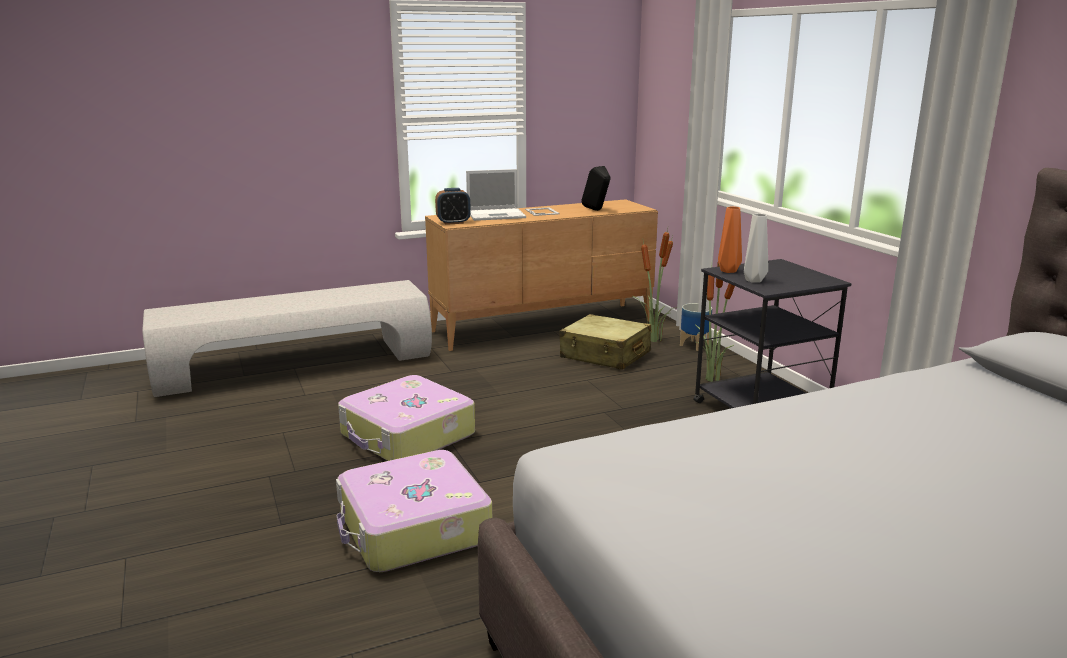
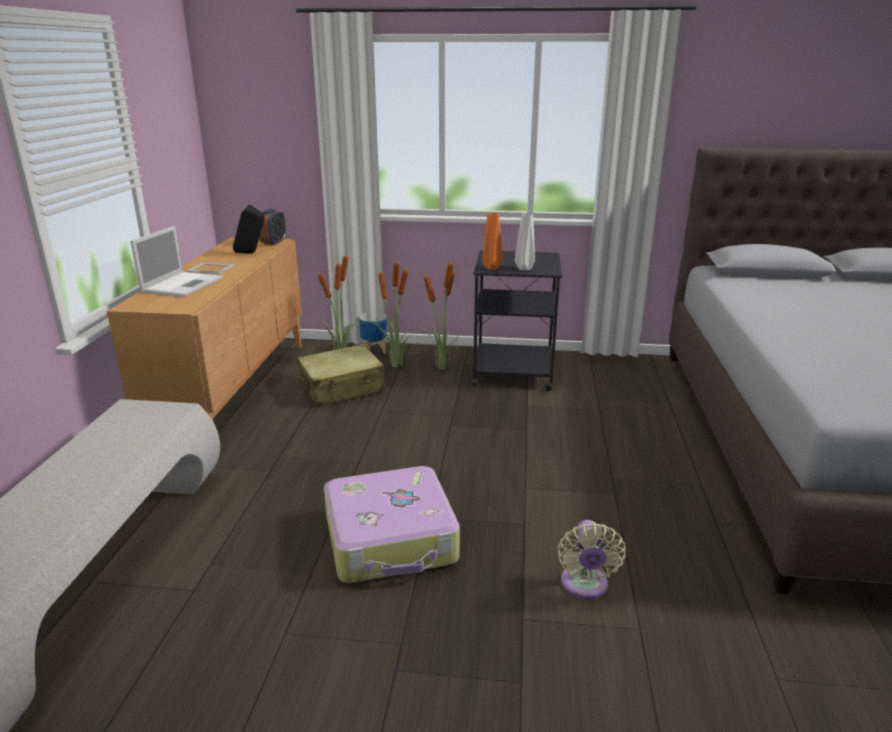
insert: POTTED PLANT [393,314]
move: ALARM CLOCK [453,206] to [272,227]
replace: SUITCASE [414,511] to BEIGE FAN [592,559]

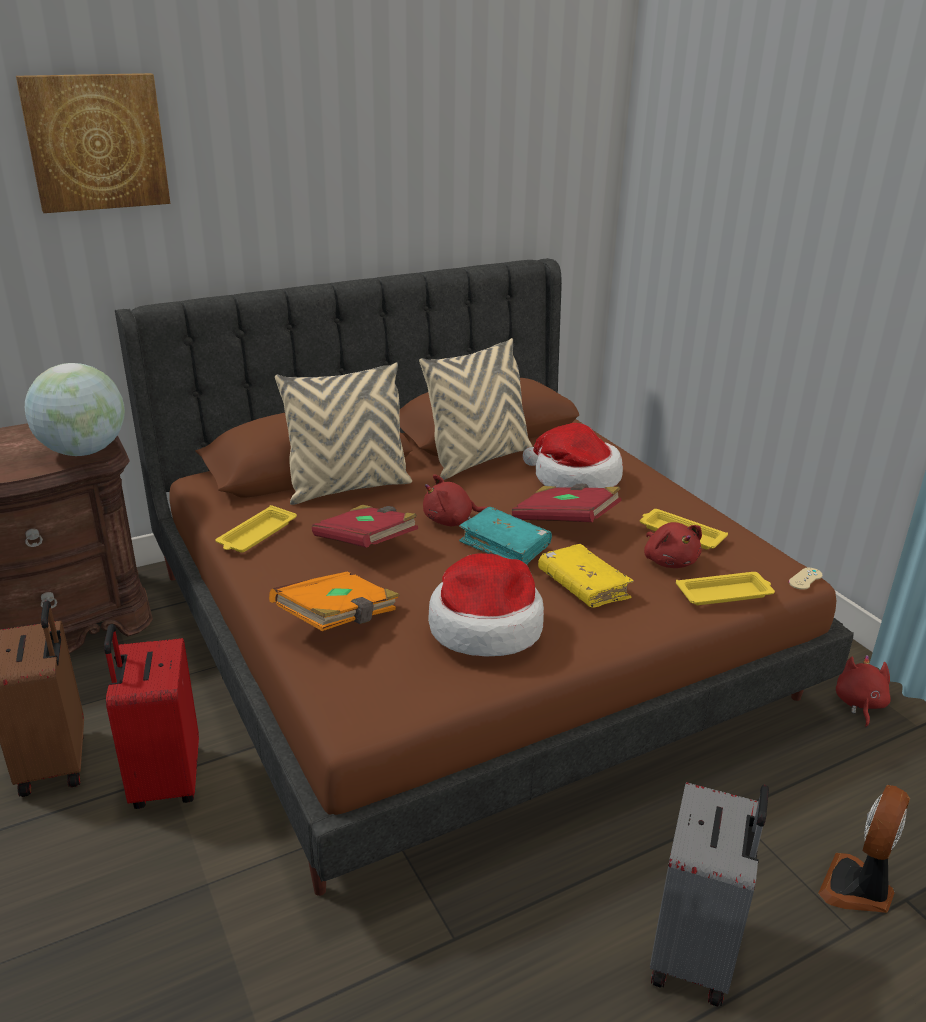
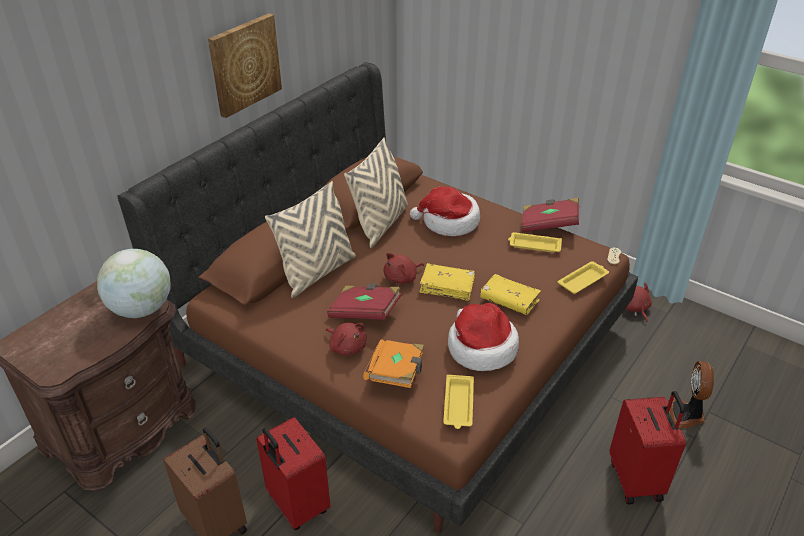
move: PICTURE [93,143] to [245,65]; RED BOOK [567,503] to [550,215]; YELLOW TRAY [256,529] to [458,402]; RED PLUSH TOY [673,545] to [346,339]
recolor: TURQUOISE BOOK [505,536] to YELLOW BOOK [447,282]; GREY SUITCASE [709,894] to RED SUITCASE [648,447]

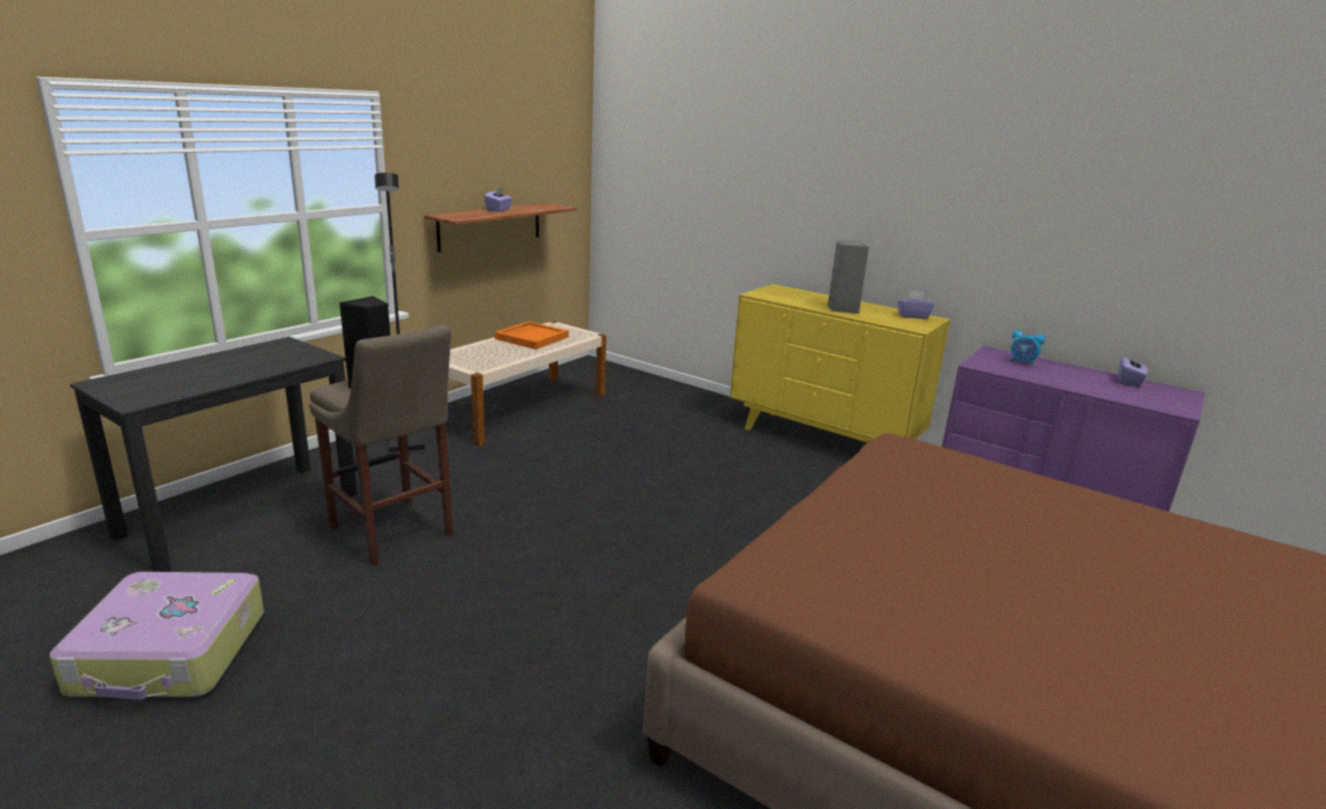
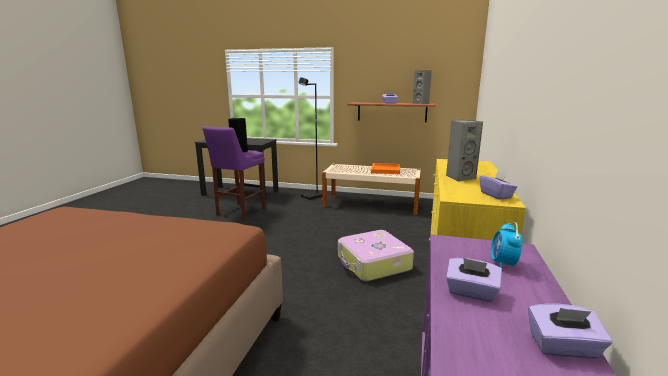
insert: GREY SPEAKER [422,87]; PURPLE TISSUE BOX [474,280]
move: SUITCASE [157,636] to [376,255]
recolor: BEIGE STOOL [381,445] to PURPLE STOOL [234,173]

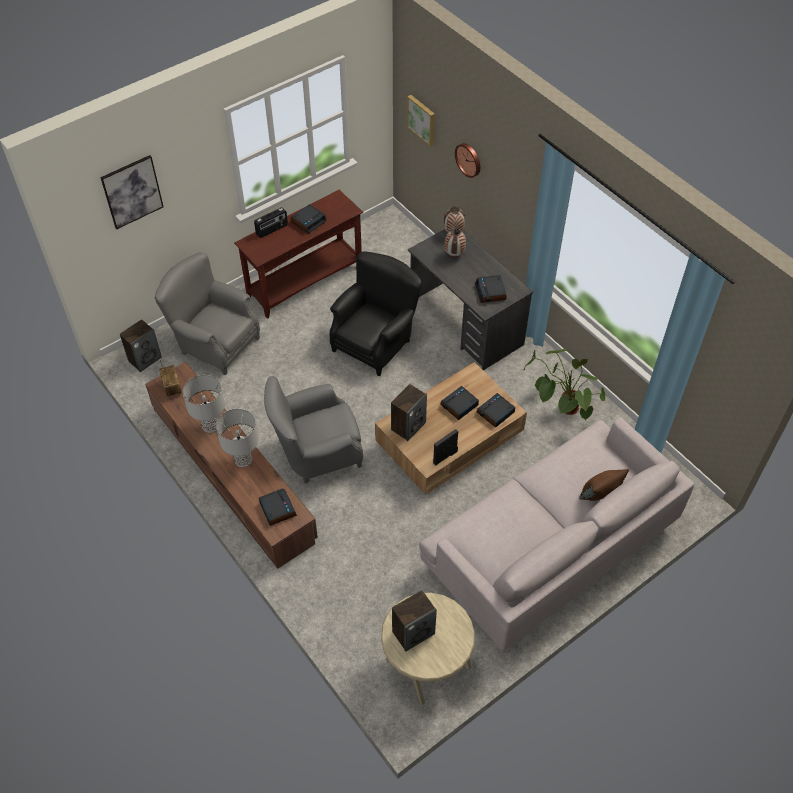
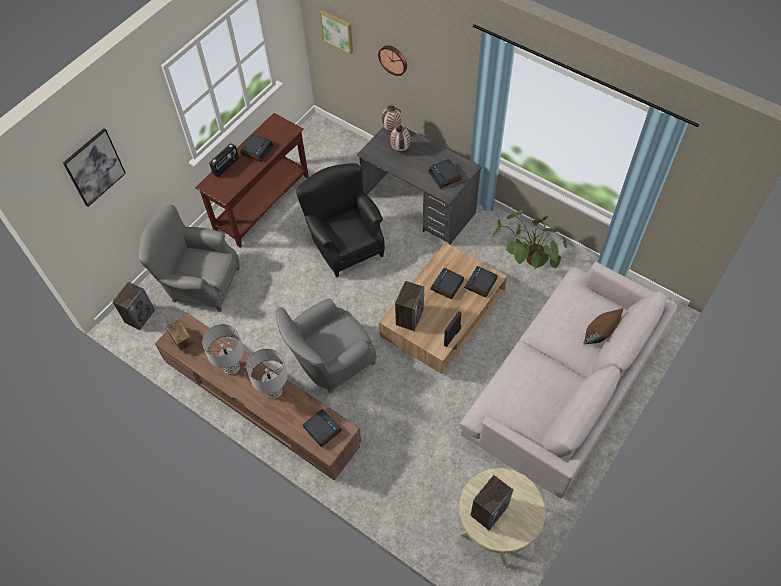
rotate: BLACK ARMCHAIR [376,313] = [340,220] 45 degrees counterclockwise

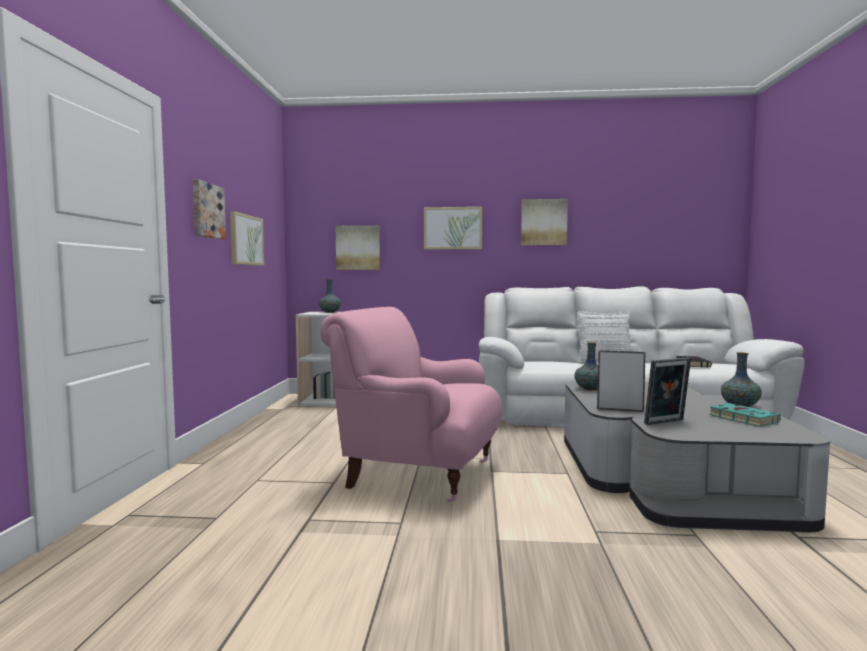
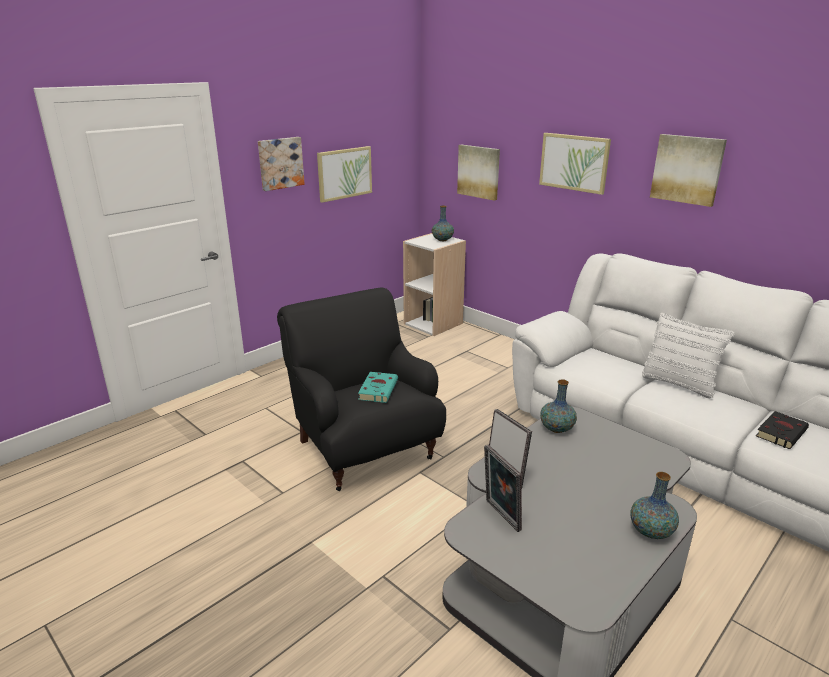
move: TURQUOISE BOOK [745,415] to [378,387]
recolor: PINK ARMCHAIR [411,405] to BLACK ARMCHAIR [361,389]
rotate: PICTURE FRAME [667,391] = [503,488] 45 degrees clockwise

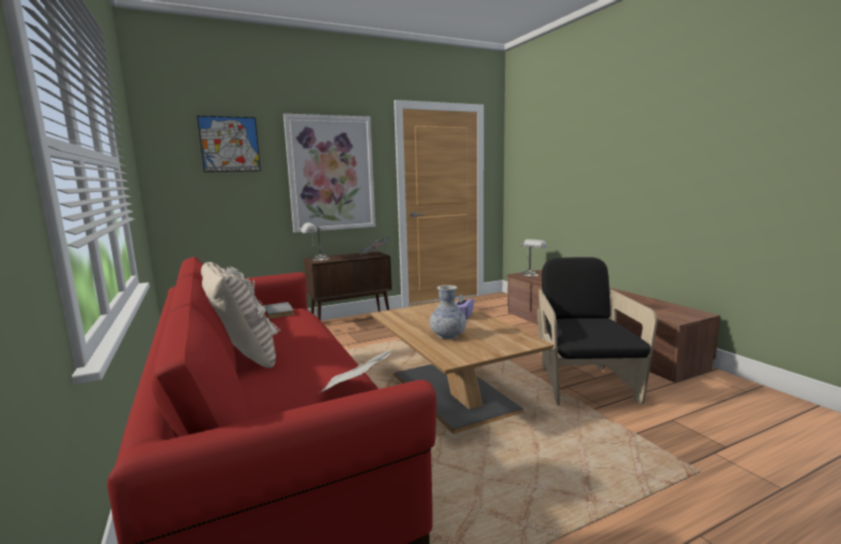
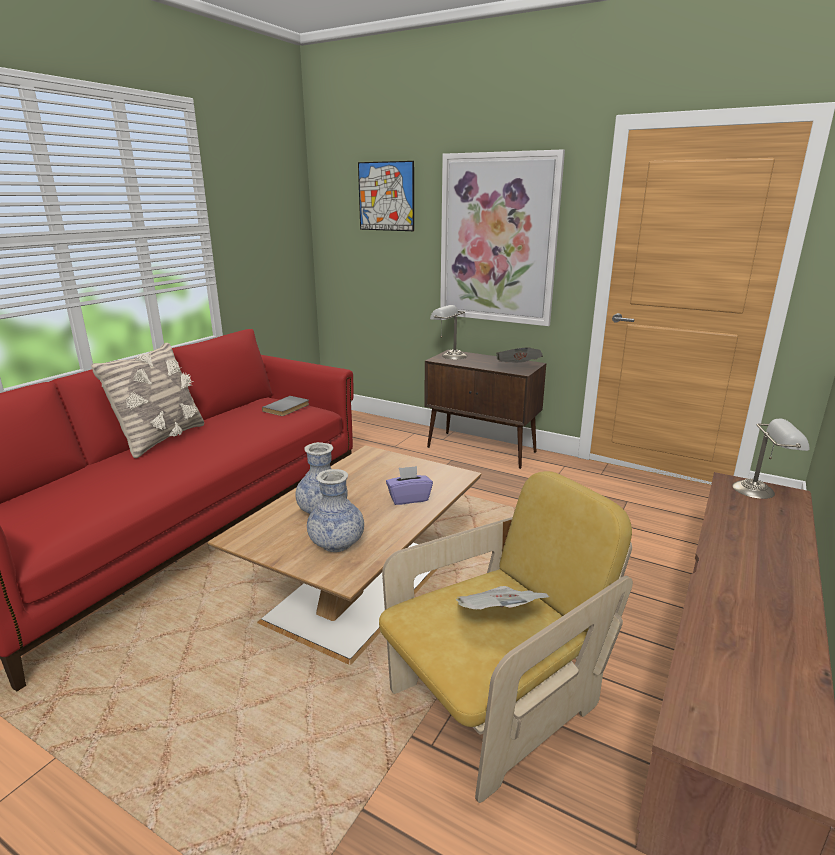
insert: VASE [335,510]
move: NEWSPAPER [354,372] to [502,597]
recolor: BLACK ARMCHAIR [597,331] to YELLOW ARMCHAIR [506,637]

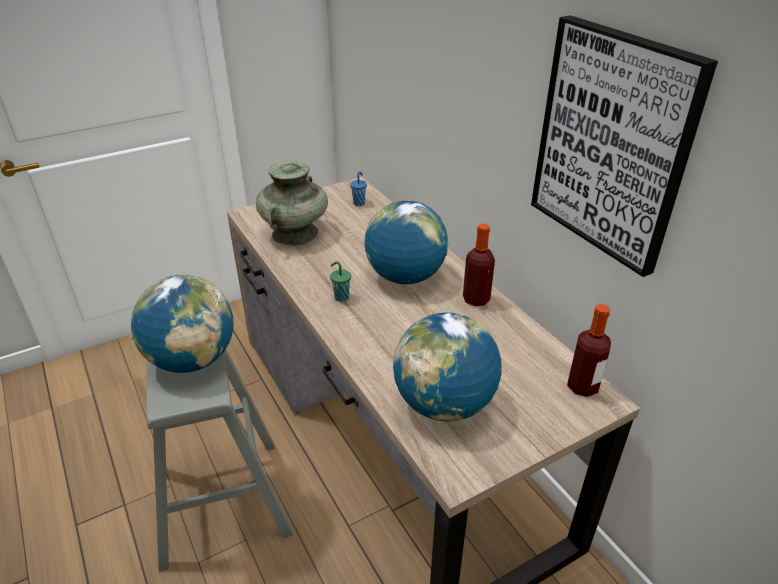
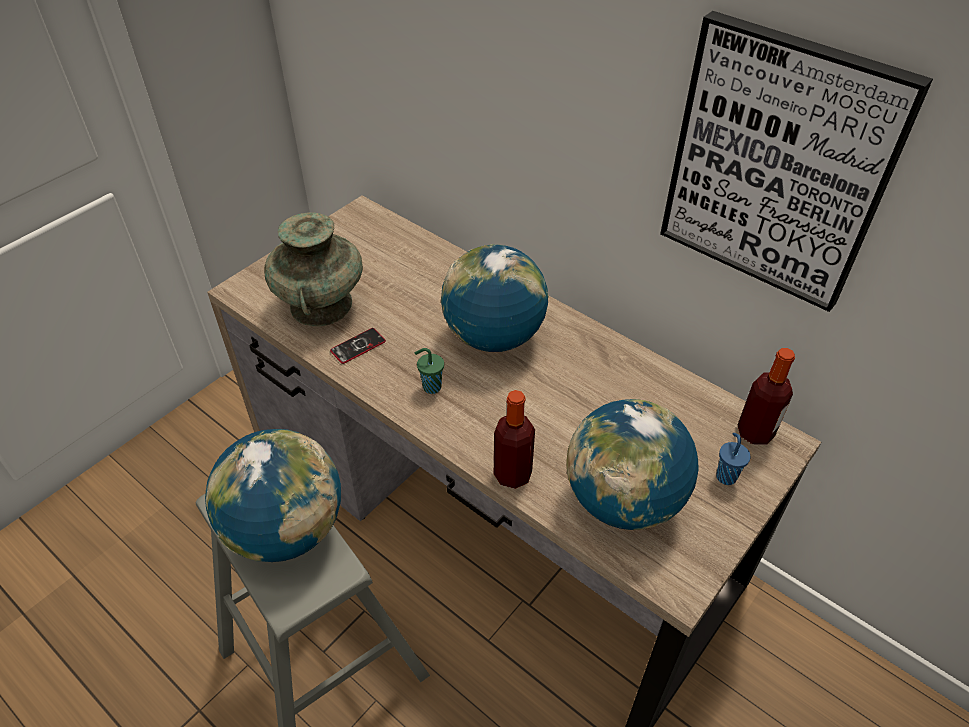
insert: PHONE [358,346]
move: BLUE CUP [358,188] to [733,459]; BOTTLE [479,265] to [514,439]

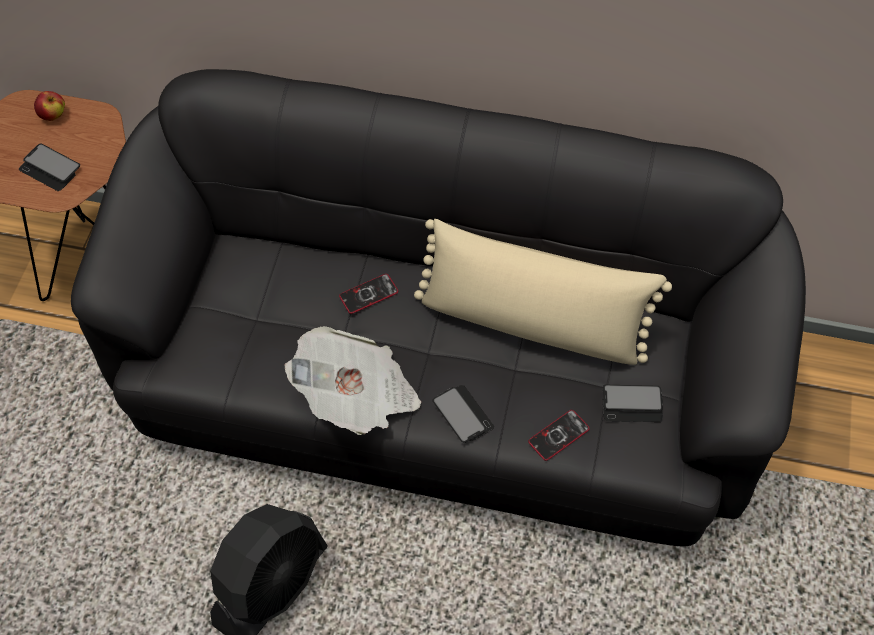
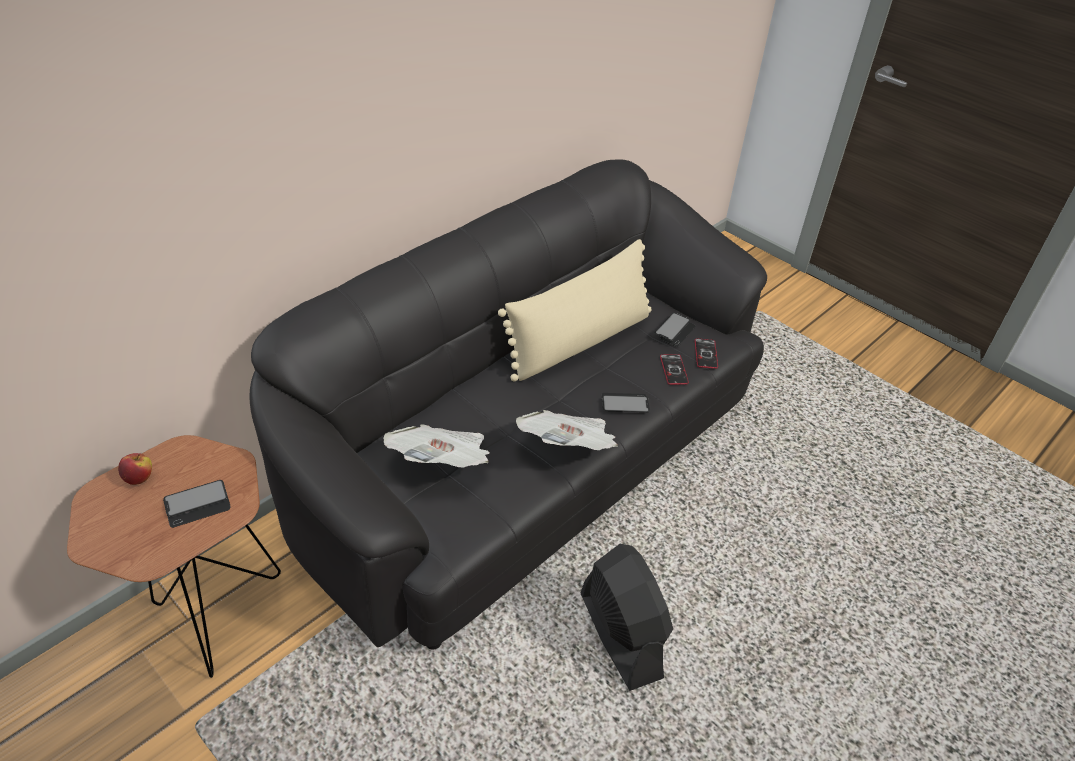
insert: NEWSPAPER [436,446]
move: PHONE [368,294] to [706,353]

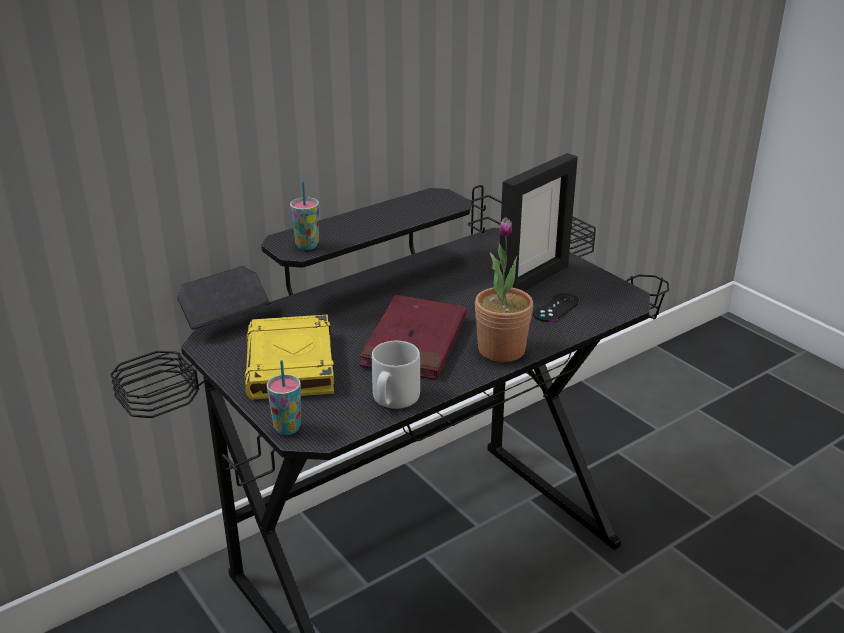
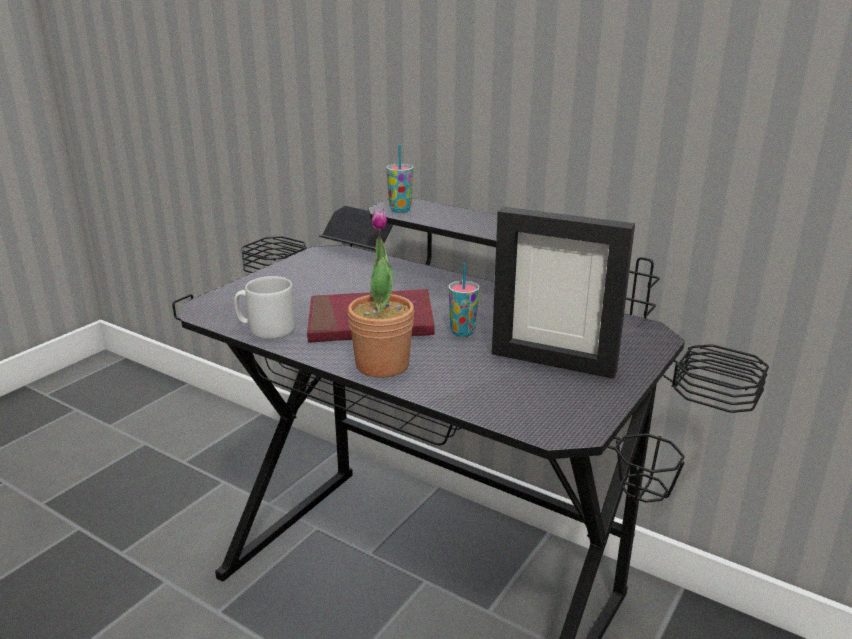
delete: BLACK GAME CONTROLLER [556,307]; YELLOW BOOK [289,357]
move: CUP [284,397] to [464,300]

